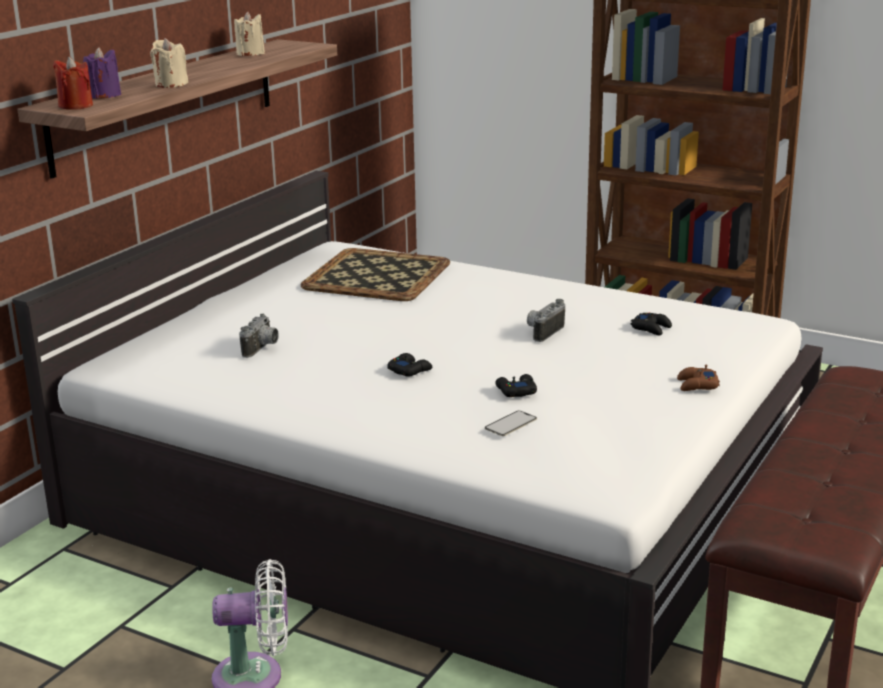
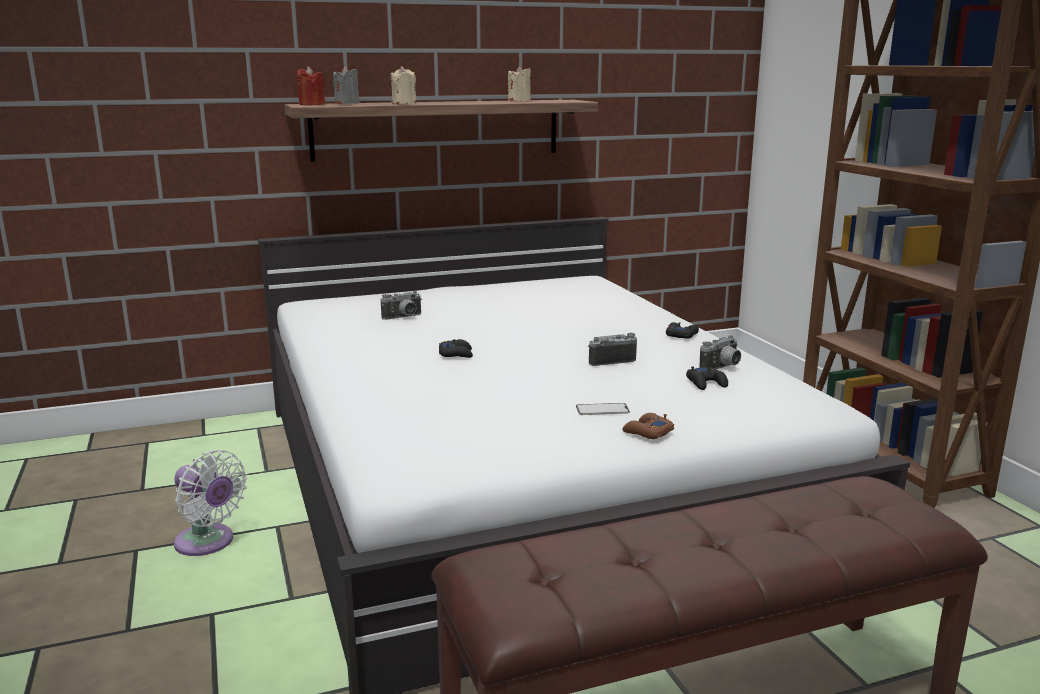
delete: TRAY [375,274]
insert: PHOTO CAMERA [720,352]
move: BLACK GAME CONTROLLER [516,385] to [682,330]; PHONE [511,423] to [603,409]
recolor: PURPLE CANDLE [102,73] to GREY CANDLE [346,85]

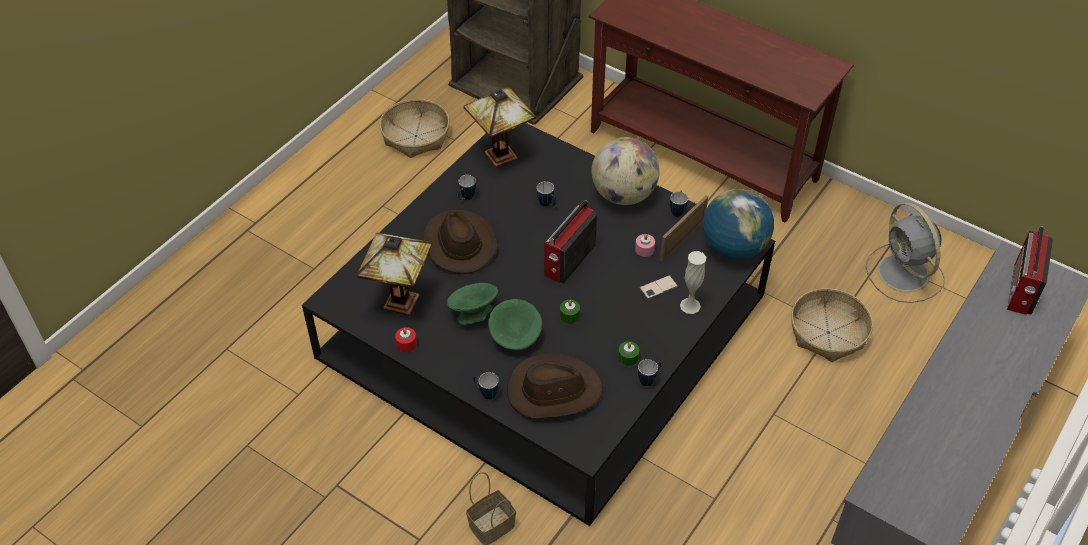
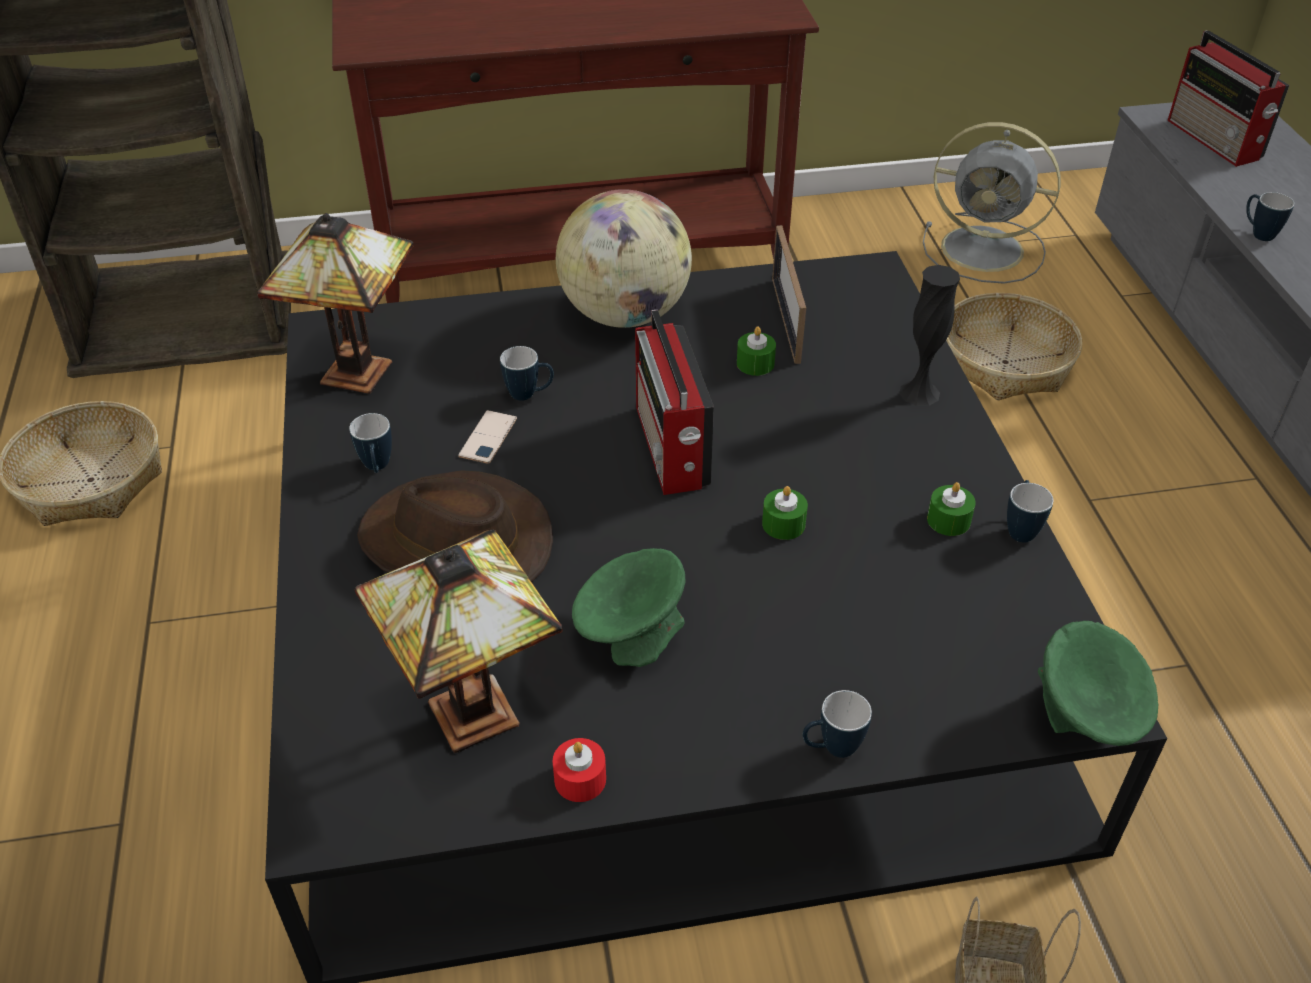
delete: GLOBE [738,224]; BROWN HAT [555,386]
move: MUG [679,204] to [1270,216]; PHONE [659,287] to [487,437]; GREEN BOWL [515,324] to [1098,683]
recolor: PINK CANDLE [645,245] to GREEN CANDLE [756,351]; WHITE VASE [693,282] to BLACK VASE [929,335]

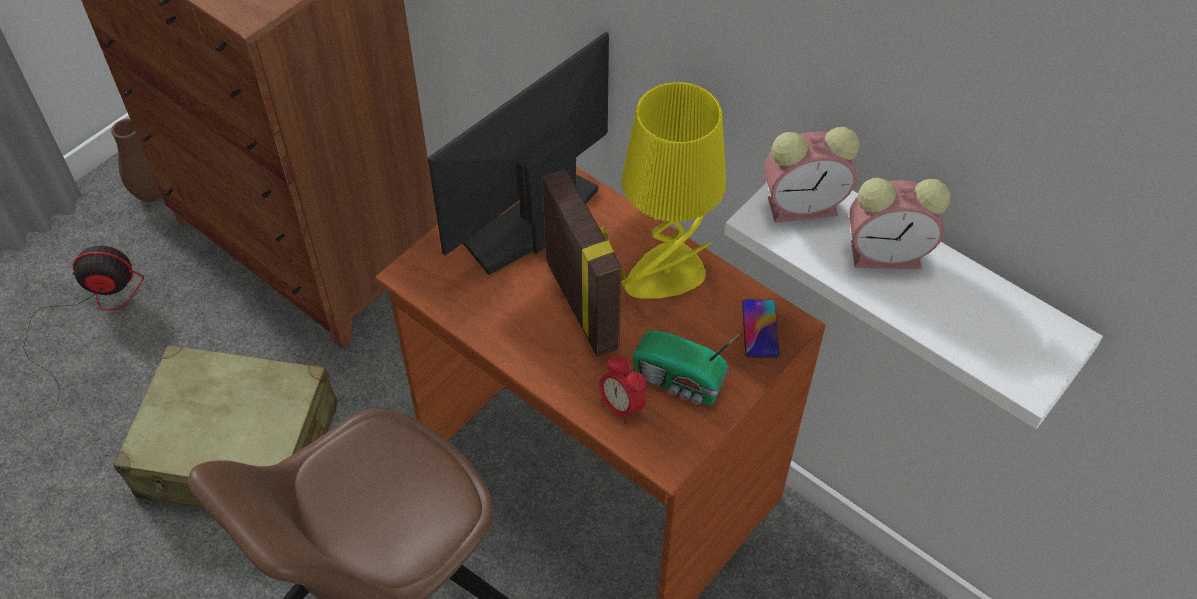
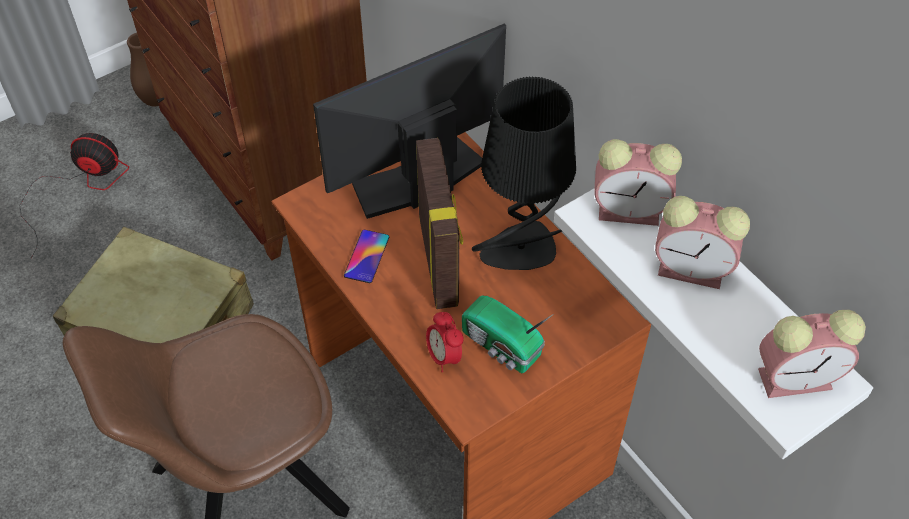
insert: ALARM CLOCK [812,354]
move: PHONE [760,329] to [366,256]
recolor: YELLOW TABLE LAMP [673,190] to BLACK TABLE LAMP [524,173]

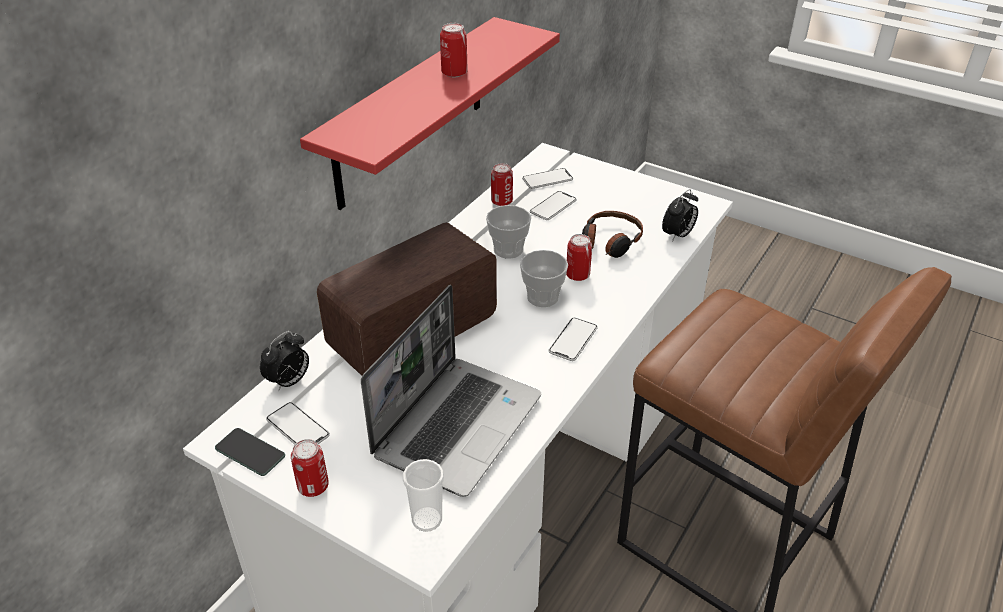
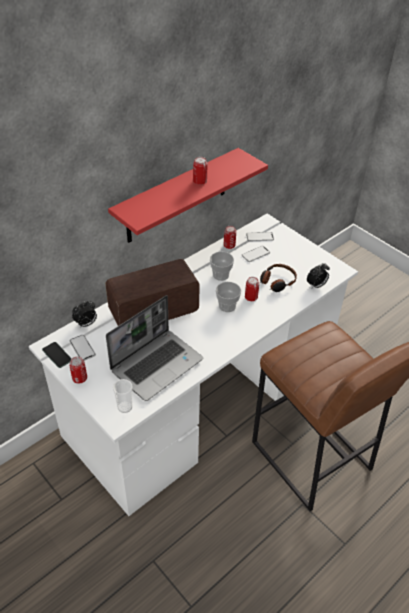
delete: PHONE [573,339]

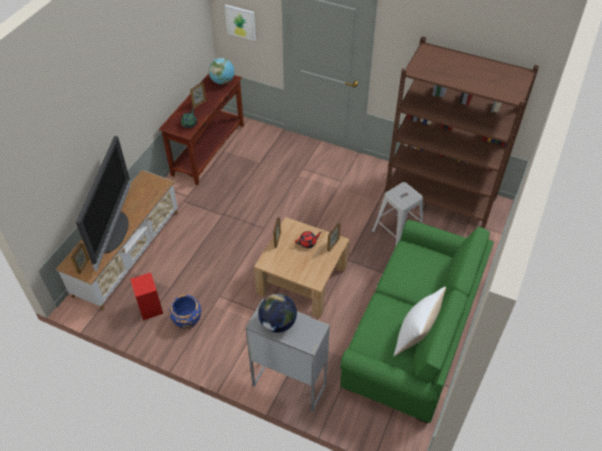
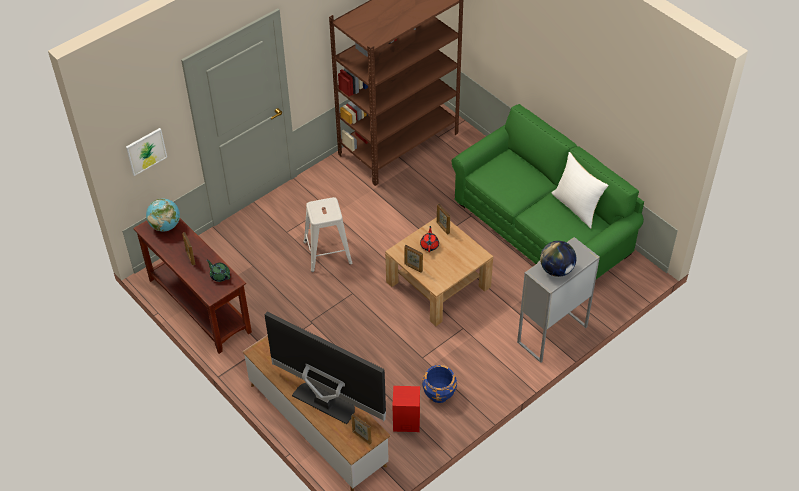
move: WHITE STOOL [397,213] to [328,234]

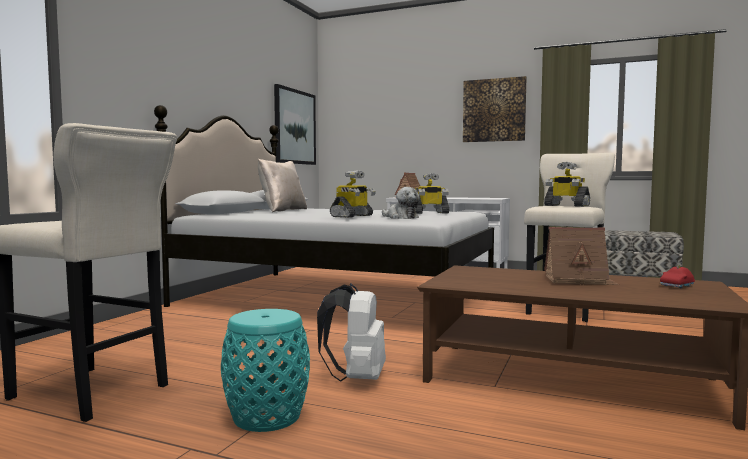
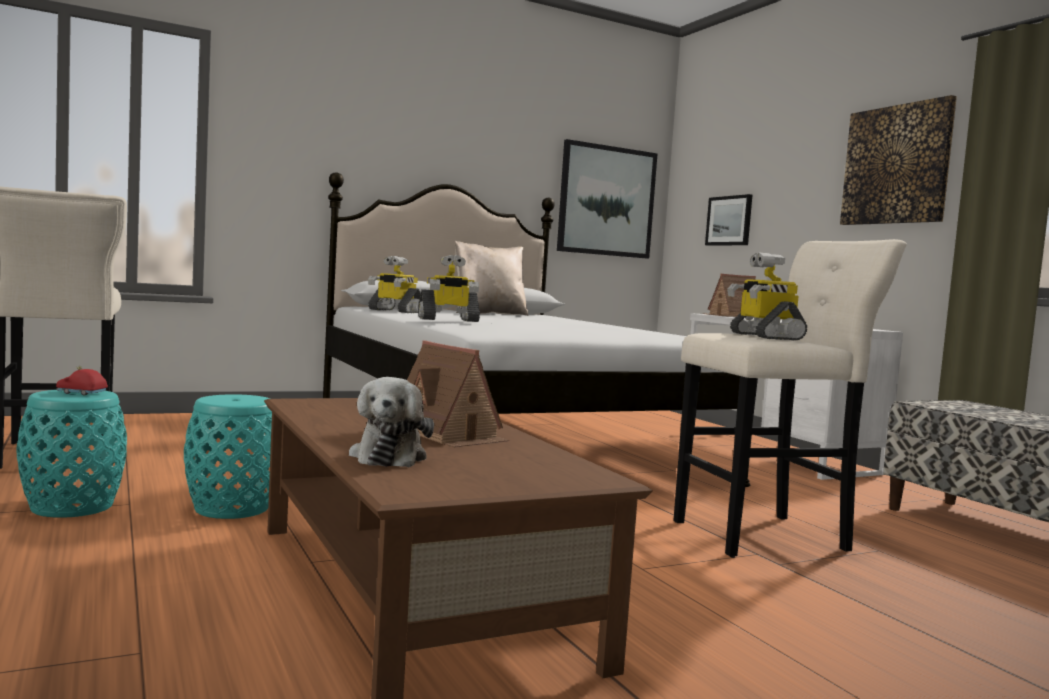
insert: PICTURE [728,220]
move: TOY ROBOT [431,193] to [394,284]; PLUSH TOY [401,203] to [391,422]; RED TOY CAR [677,276] to [82,380]
replace: WHITE BACKPACK [351,332] to TURQUOISE STOOL [228,456]

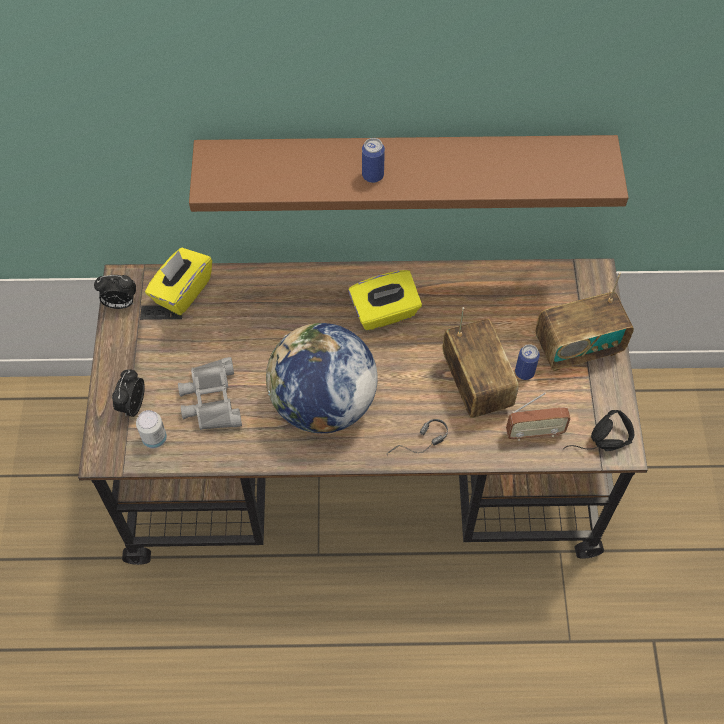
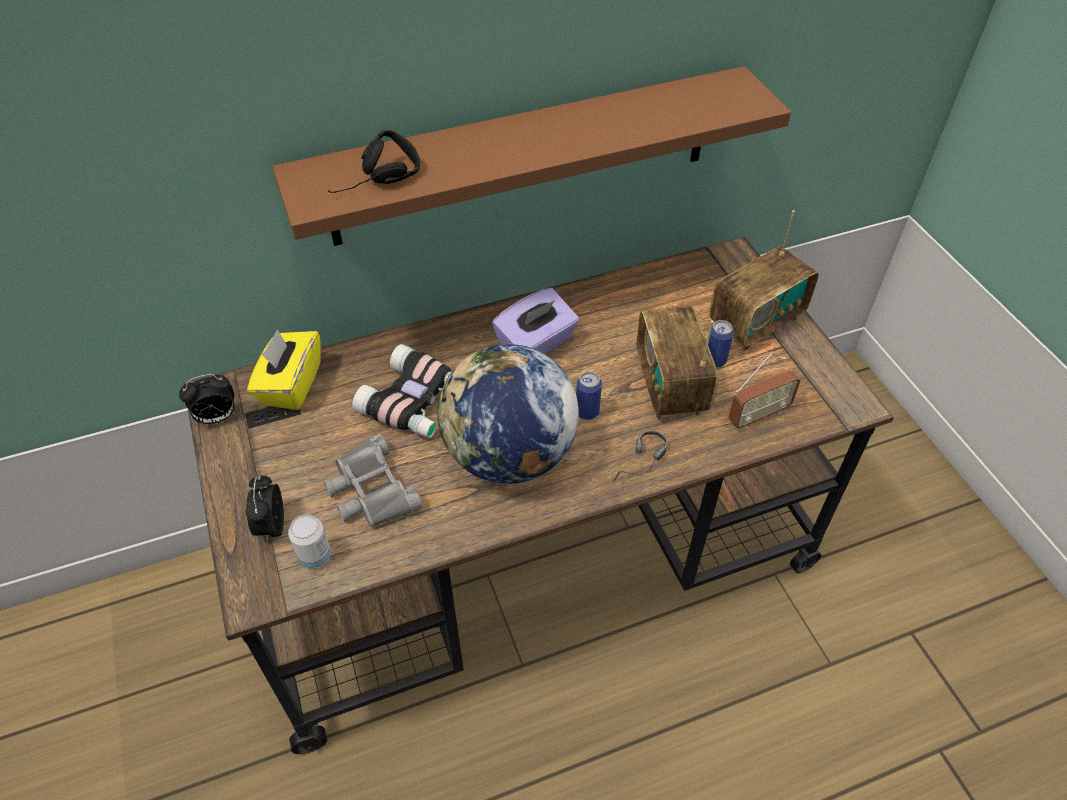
insert: BINOCULARS [401,391]
move: CAN [373,160] to [589,395]; BLACK HEADPHONES [599,430] to [374,161]
recolor: YELLOW TISSUE BOX [385,300] to PURPLE TISSUE BOX [535,321]
rotate: RADIO [480,362] = [677,363] 150 degrees counterclockwise

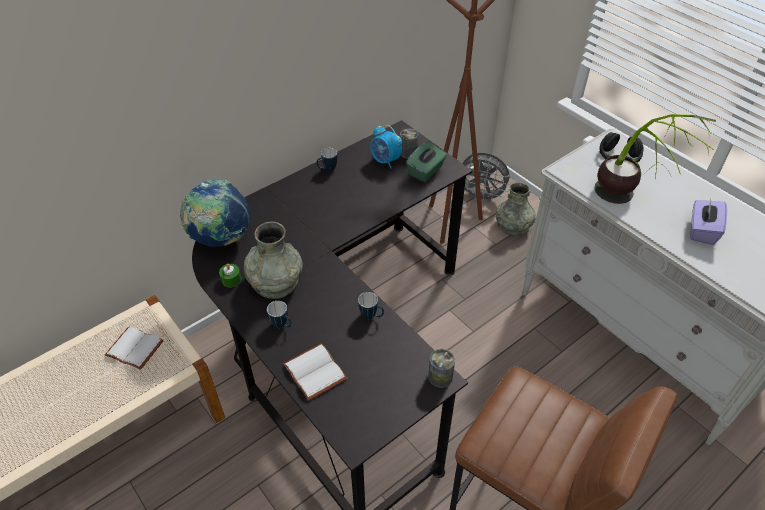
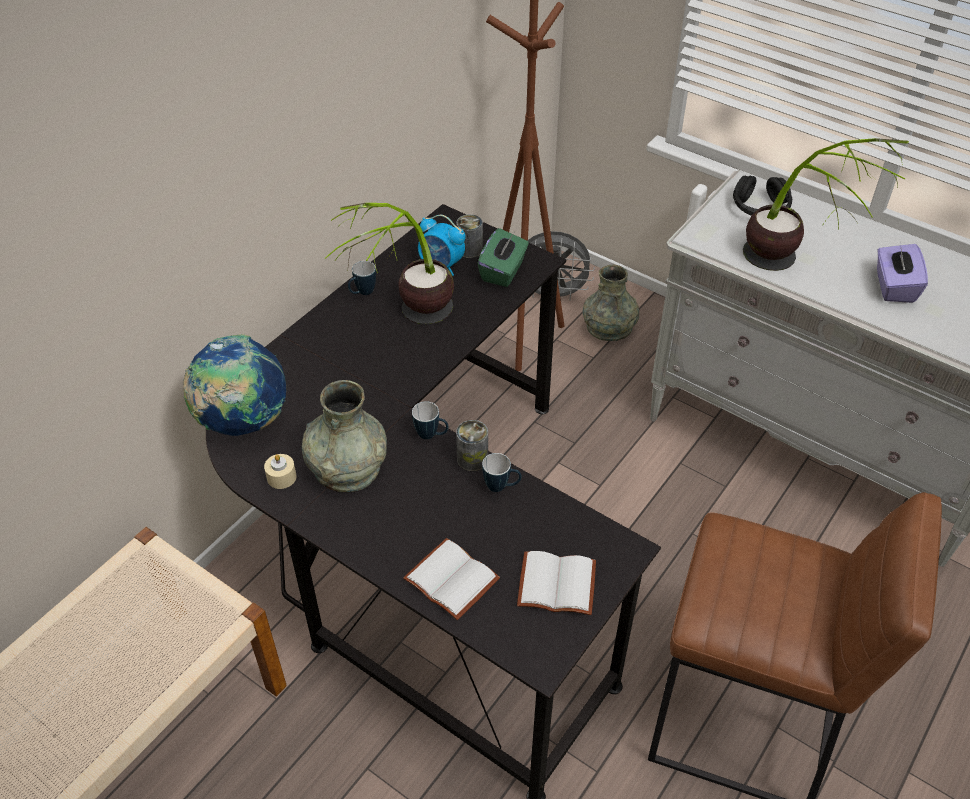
insert: POTTED PLANT [389,264]
move: MUG [279,314] to [430,420]; WHITE BOOK [134,348] to [556,583]; CAN [441,368] to [472,445]
recolor: GREEN CANDLE [230,275] to BEIGE CANDLE [280,471]

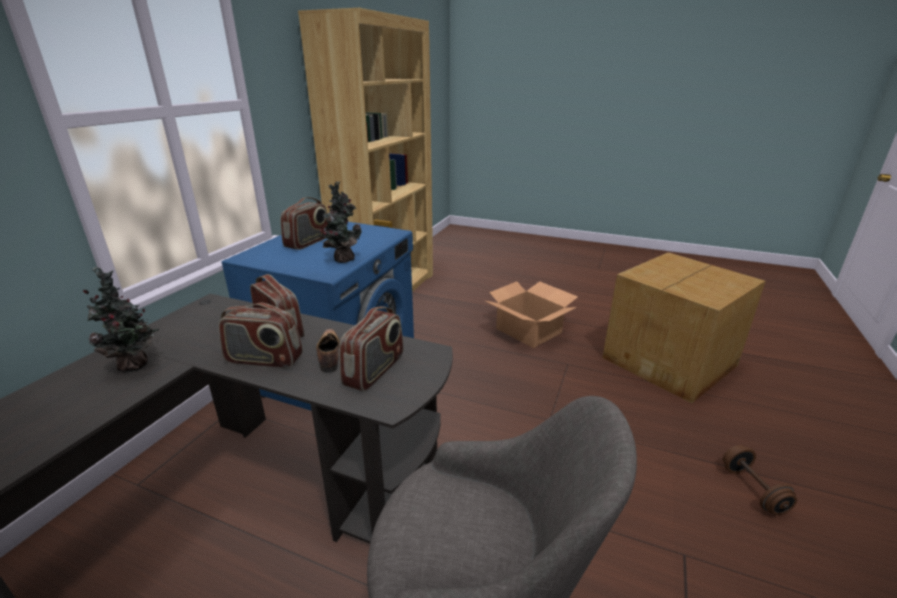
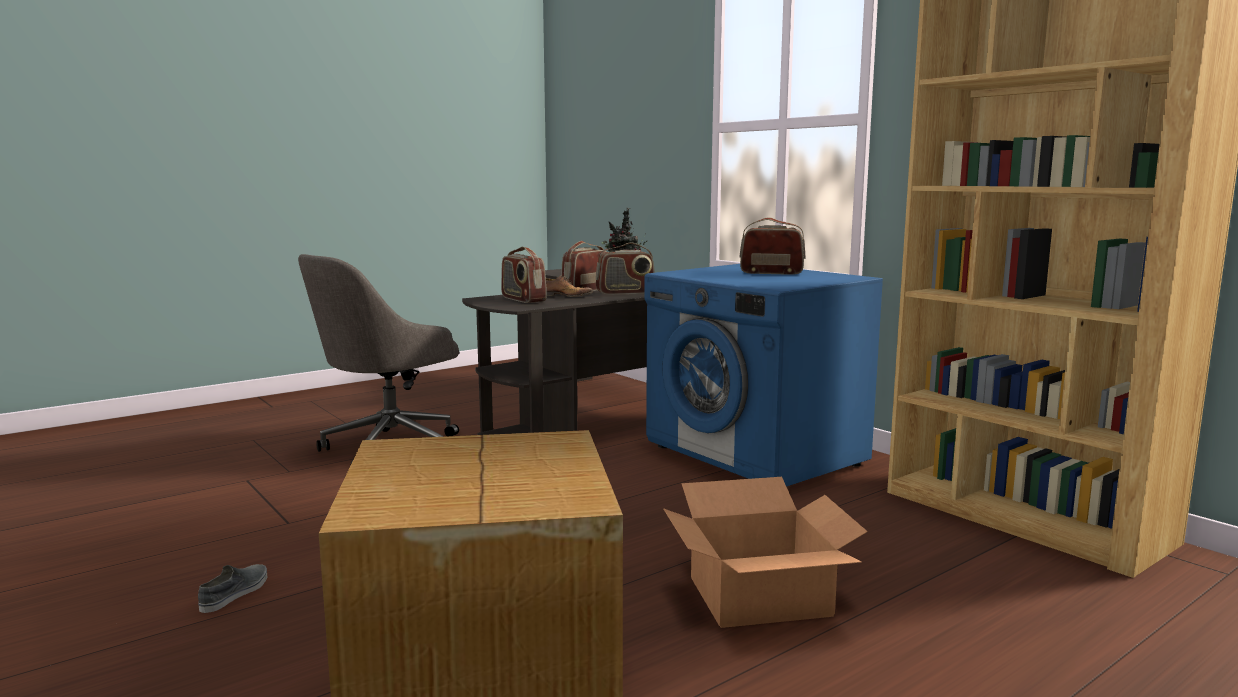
delete: POTTED PLANT [340,222]
replace: BROWN DUMBBELL [760,480] to GREY SHOE [233,588]
rotate: RADIO [304,223] = [772,246] 135 degrees clockwise

